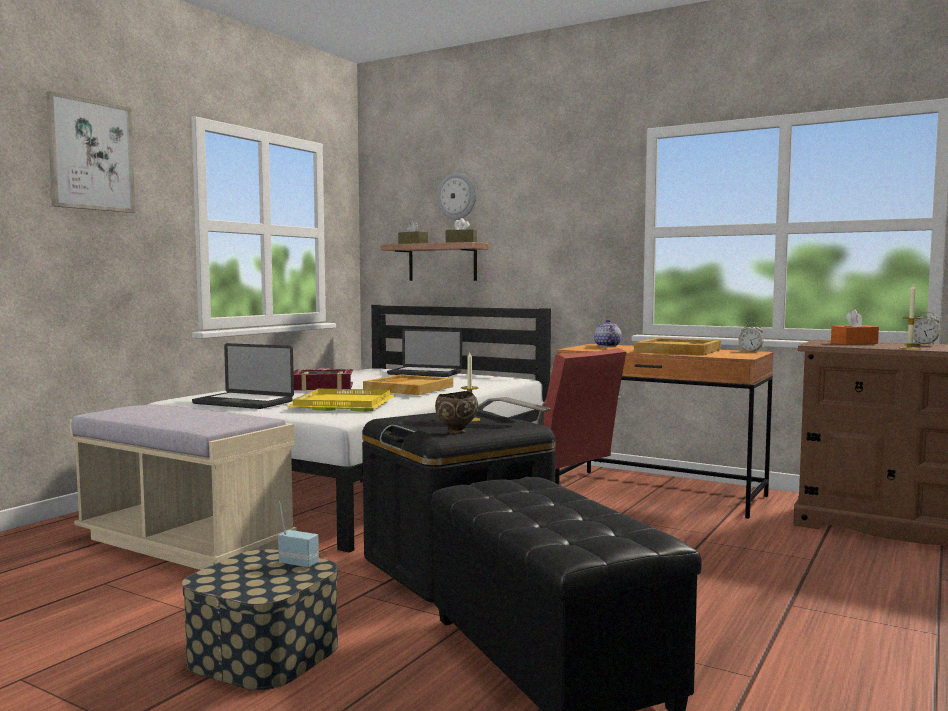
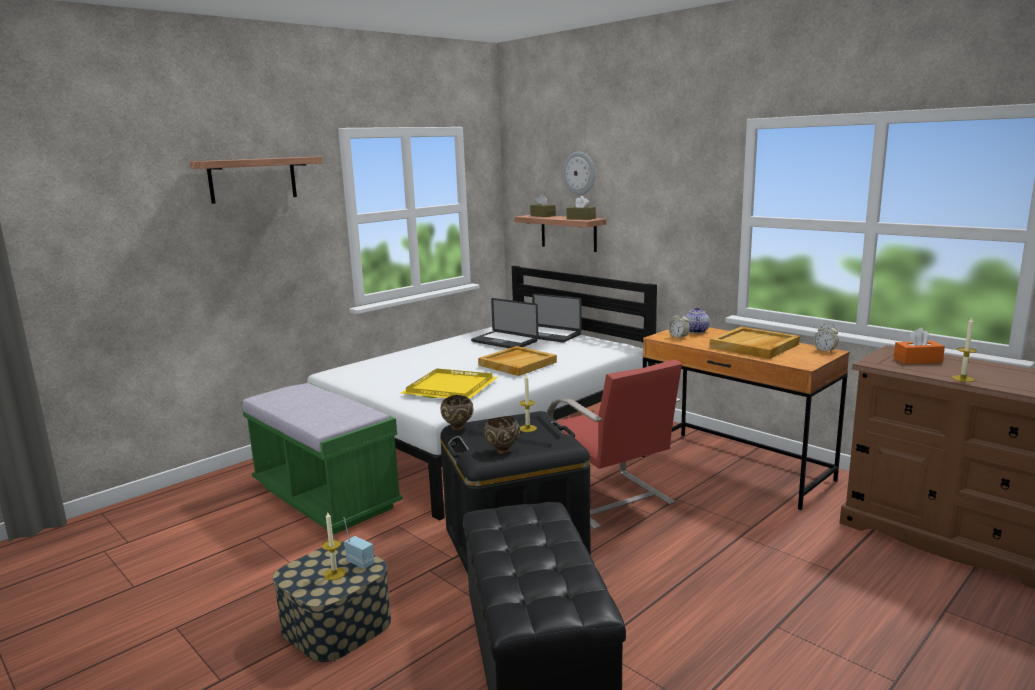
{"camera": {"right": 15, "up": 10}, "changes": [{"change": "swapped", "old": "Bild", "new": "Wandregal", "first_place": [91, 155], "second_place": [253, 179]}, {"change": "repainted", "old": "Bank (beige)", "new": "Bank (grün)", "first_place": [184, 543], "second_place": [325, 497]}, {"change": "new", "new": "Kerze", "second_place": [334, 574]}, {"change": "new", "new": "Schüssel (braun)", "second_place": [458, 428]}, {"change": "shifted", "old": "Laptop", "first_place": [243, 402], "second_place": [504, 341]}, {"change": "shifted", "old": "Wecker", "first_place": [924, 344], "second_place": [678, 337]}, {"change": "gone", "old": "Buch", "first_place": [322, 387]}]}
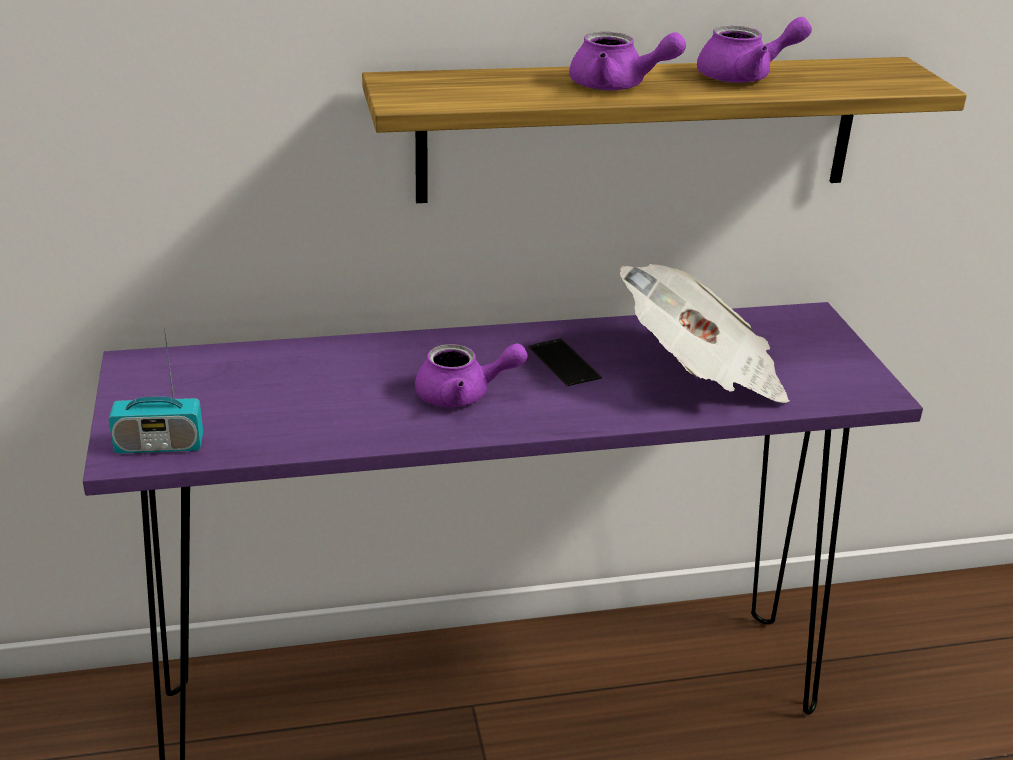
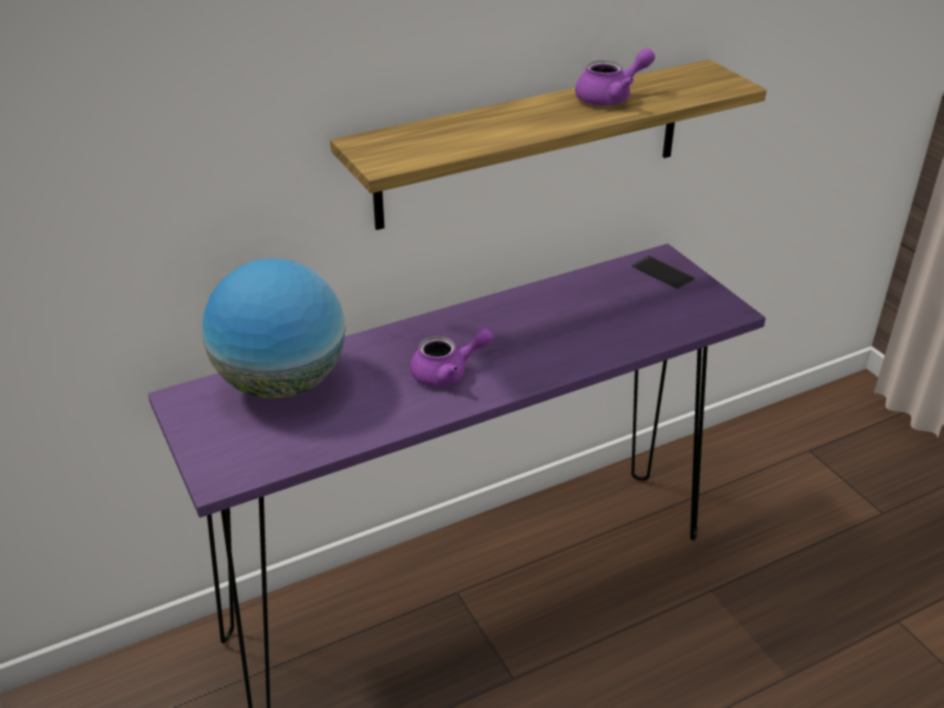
{"camera": {"right": -15, "up": 5}, "changes": [{"change": "new", "new": "Globus", "second_place": [281, 383]}, {"change": "shifted", "old": "Handy", "first_place": [564, 363], "second_place": [663, 272]}, {"change": "gone", "old": "Radio", "first_place": [159, 445]}, {"change": "gone", "old": "Teekanne (lila)", "first_place": [617, 86]}, {"change": "gone", "old": "Zeitung", "first_place": [702, 374]}]}
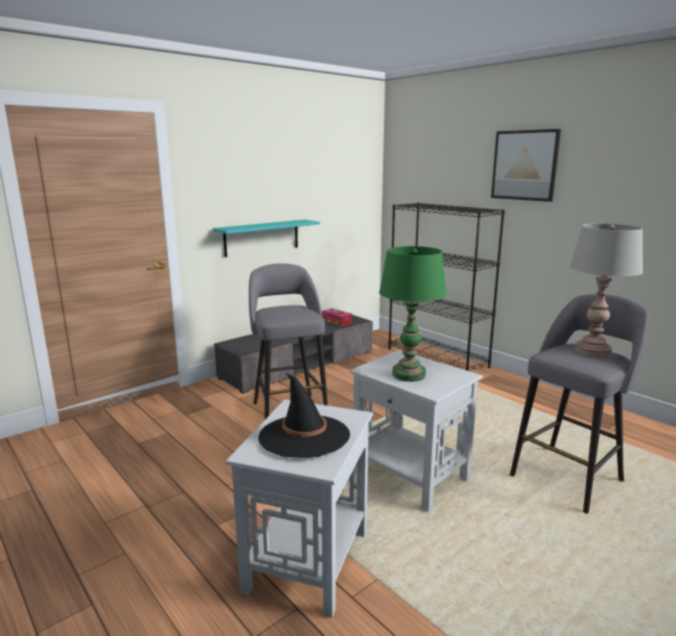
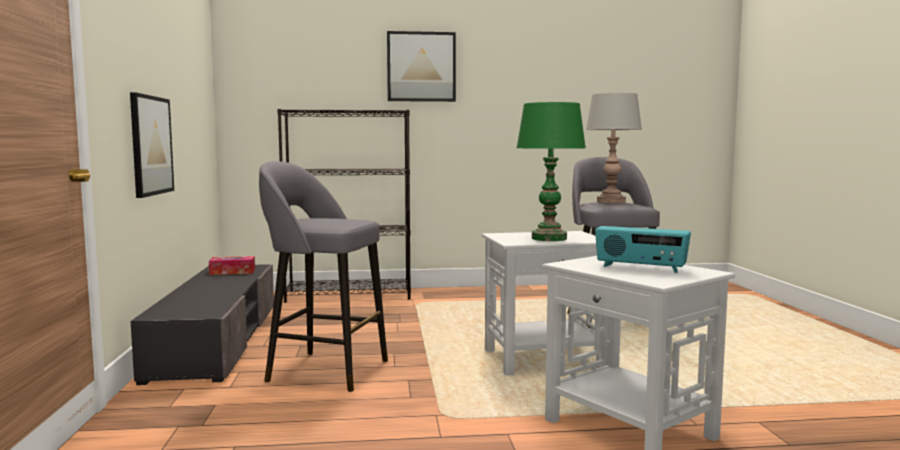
{"camera": {"right": -55, "up": -10}, "changes": [{"change": "swapped", "old": "Wandregal (türkis)", "new": "Bild", "first_place": [262, 237], "second_place": [151, 145]}, {"change": "swapped", "old": "Hut (schwarz)", "new": "Radio", "first_place": [304, 436], "second_place": [640, 268]}]}
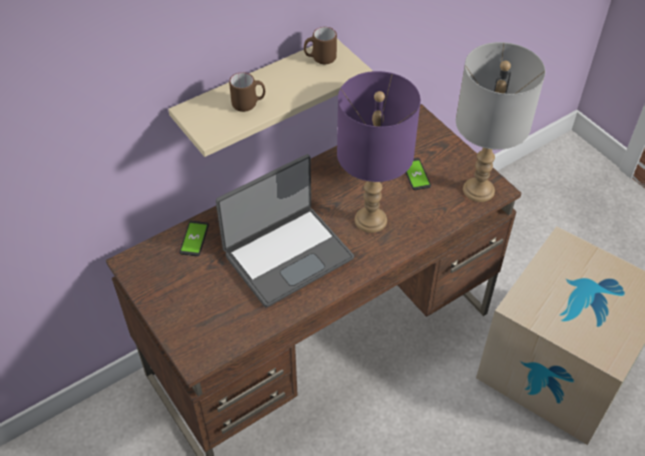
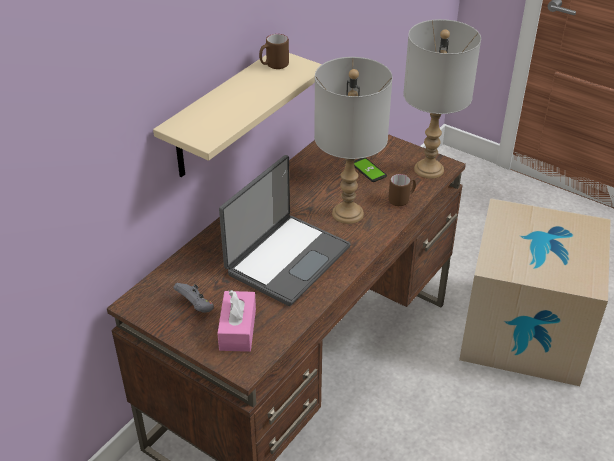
{"camera": {"right": -20, "up": -10}, "changes": [{"change": "new", "new": "Gamepad (grau)", "second_place": [196, 306]}, {"change": "new", "new": "Taschentuchbox (rosa)", "second_place": [238, 329]}, {"change": "repainted", "old": "Tischlampe (lila)", "new": "Tischlampe (grau)", "first_place": [371, 219], "second_place": [348, 213]}, {"change": "shifted", "old": "Henkelbecher (braun)", "first_place": [249, 104], "second_place": [402, 199]}, {"change": "gone", "old": "Handy", "first_place": [194, 239]}]}
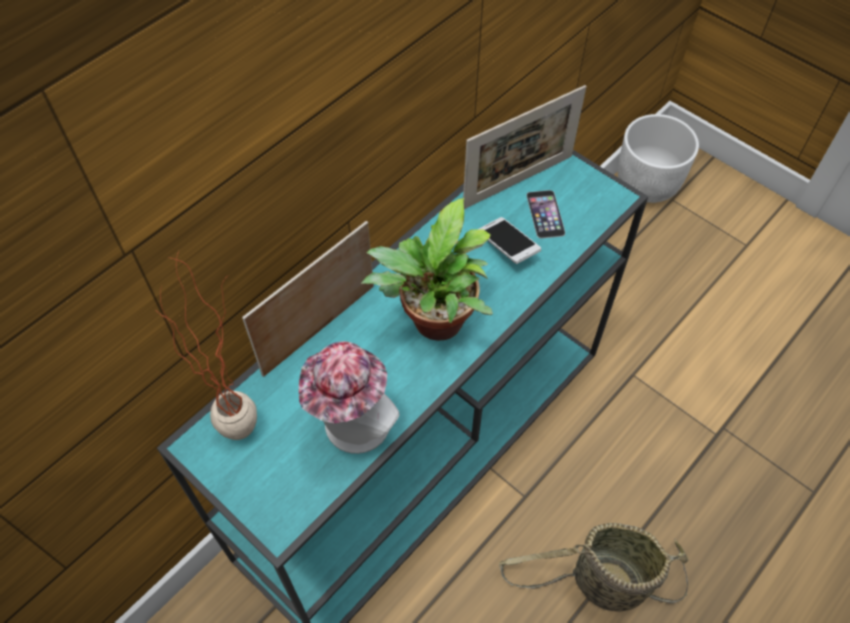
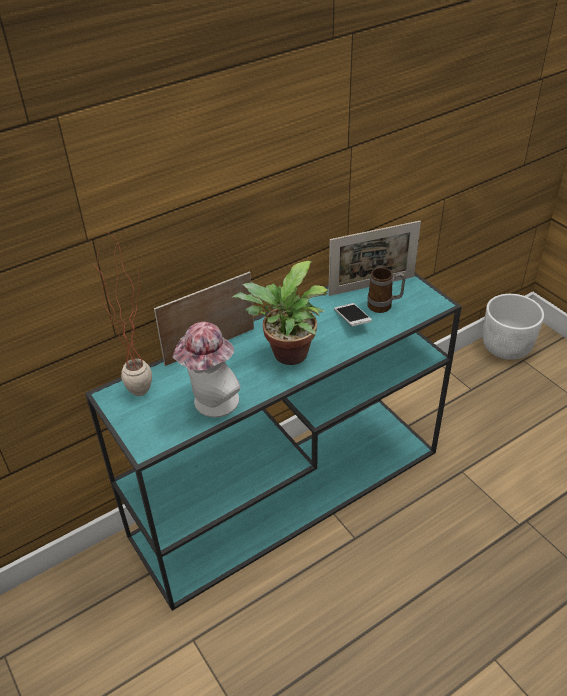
{"camera": {"right": 15, "up": -15}, "changes": [{"change": "swapped", "old": "Handy", "new": "Henkelbecher", "first_place": [545, 214], "second_place": [384, 306]}, {"change": "gone", "old": "Korb", "first_place": [602, 583]}]}
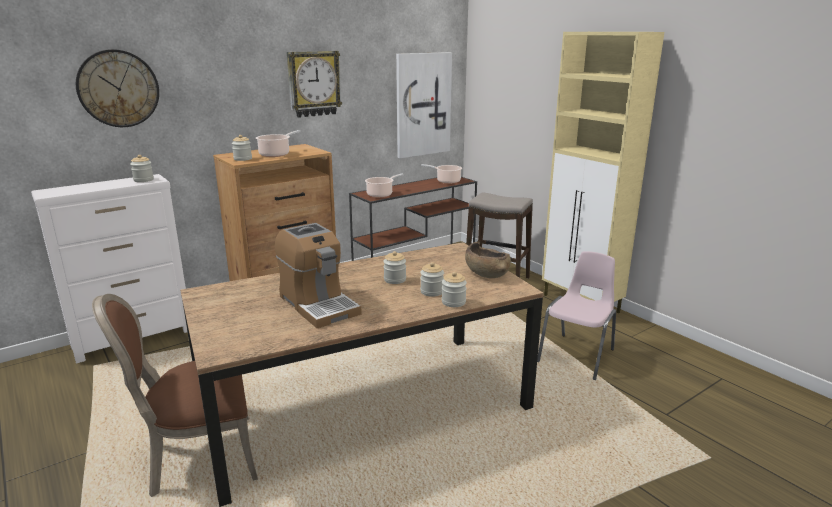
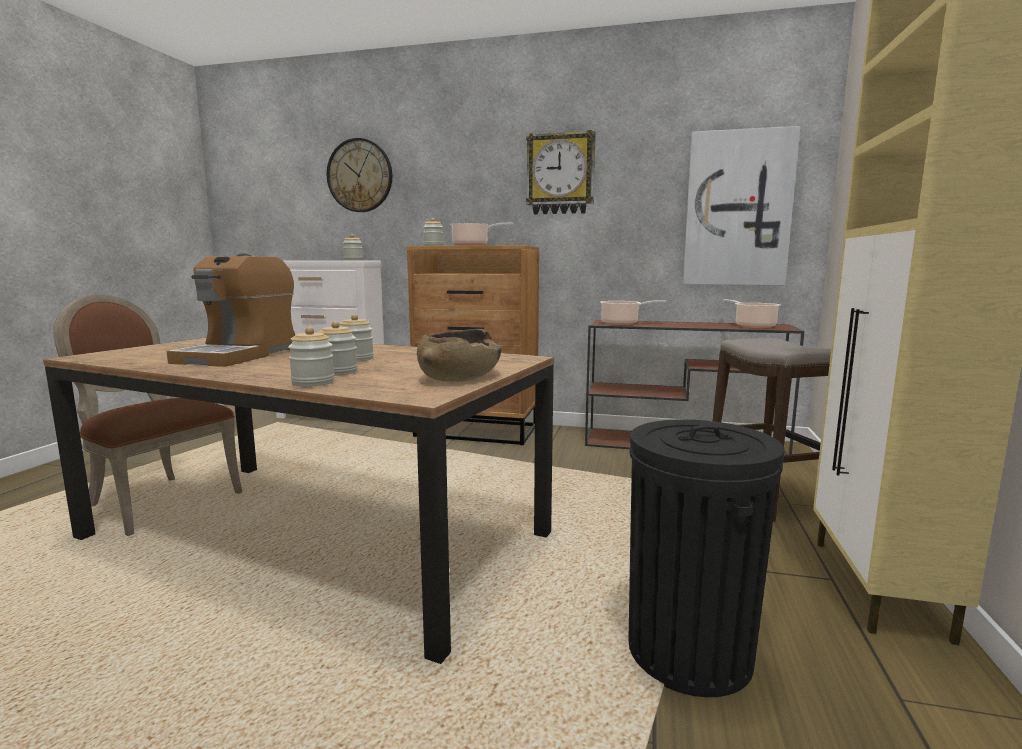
{"camera": {"right": 50, "up": -10}, "changes": [{"change": "swapped", "old": "Stuhl (rosa)", "new": "Mülleimer (schwarz)", "first_place": [577, 355], "second_place": [689, 652]}]}
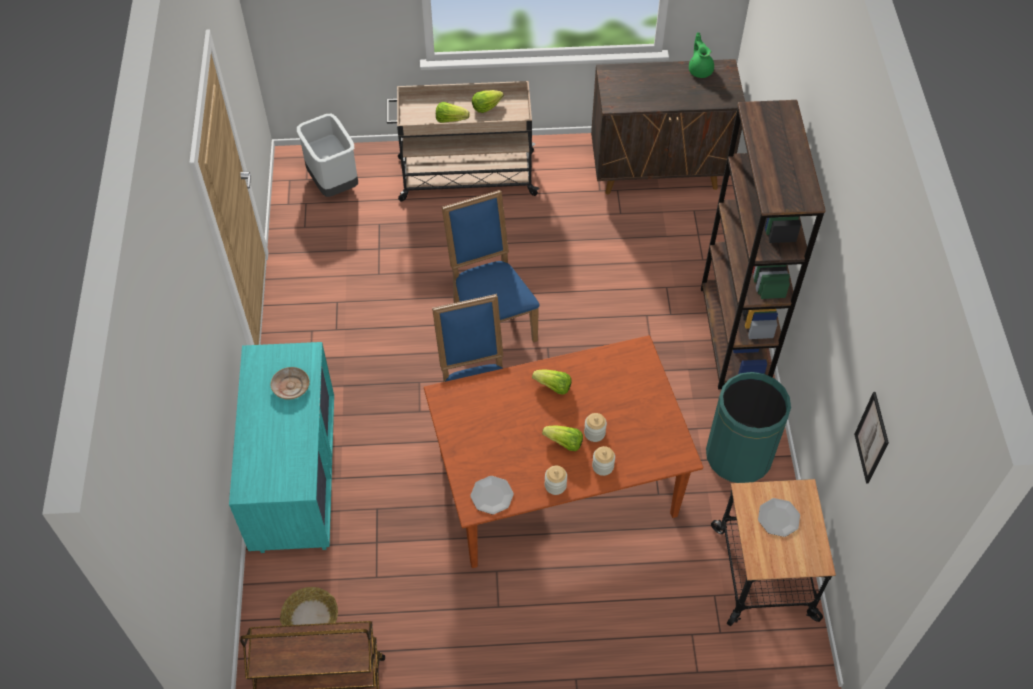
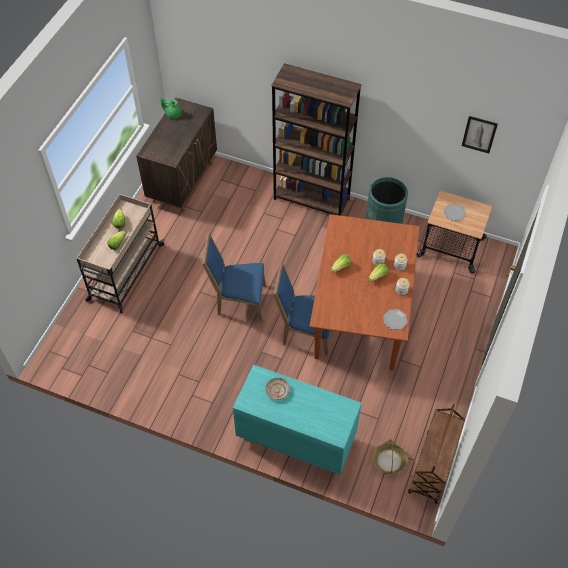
{"camera": {"right": -65, "up": 0}, "changes": [{"change": "gone", "old": "Mülleimer (grau)", "first_place": [332, 183]}]}
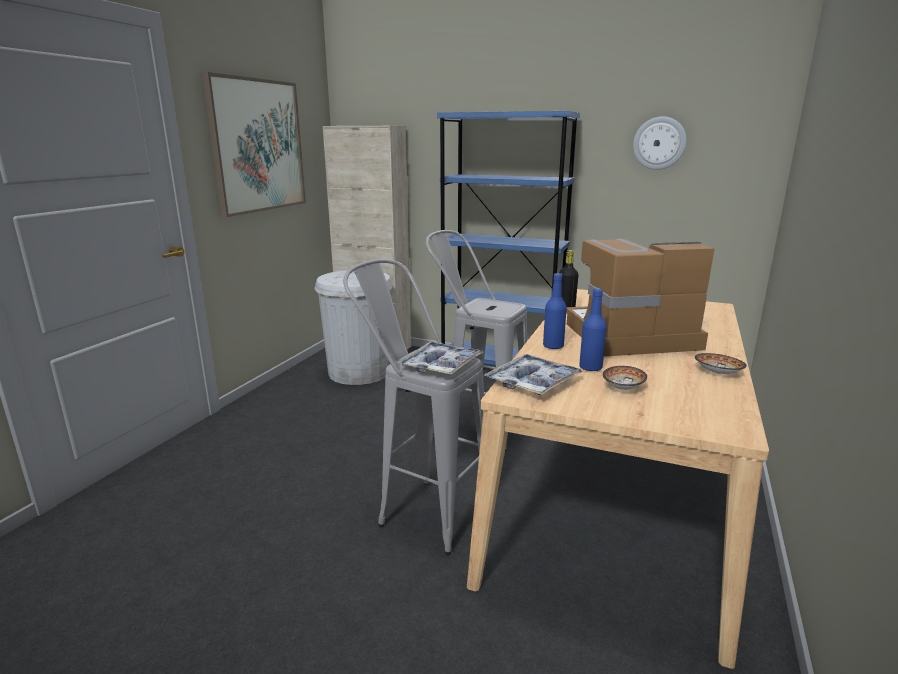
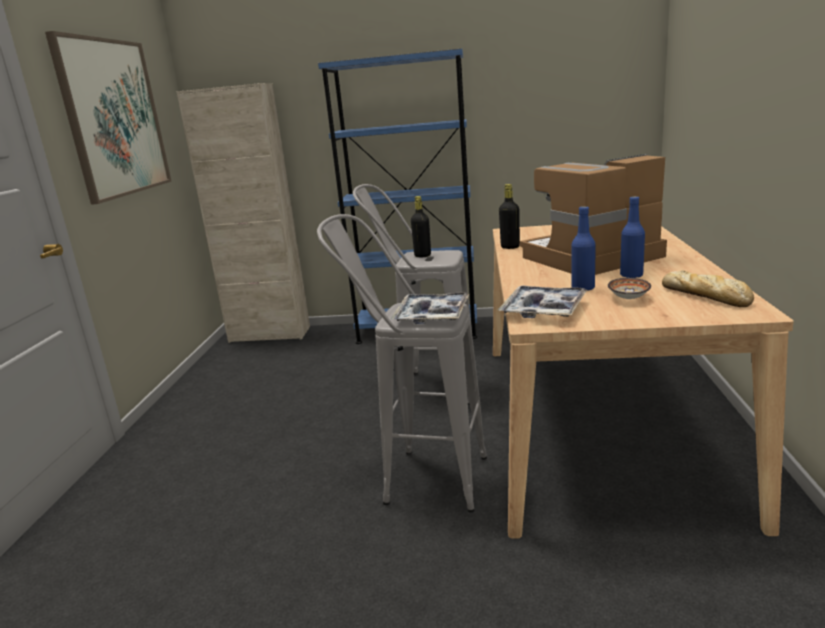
{"camera": {"right": -15, "up": 0}, "changes": [{"change": "new", "new": "Flasche (schwarz)", "second_place": [422, 255]}, {"change": "shifted", "old": "Flasche (blau)", "first_place": [553, 346], "second_place": [631, 275]}, {"change": "new", "new": "Brot", "second_place": [706, 296]}, {"change": "gone", "old": "Mülleimer (weiß)", "first_place": [359, 372]}, {"change": "gone", "old": "Wanduhr", "first_place": [659, 143]}, {"change": "gone", "old": "Schüssel", "first_place": [718, 373]}]}
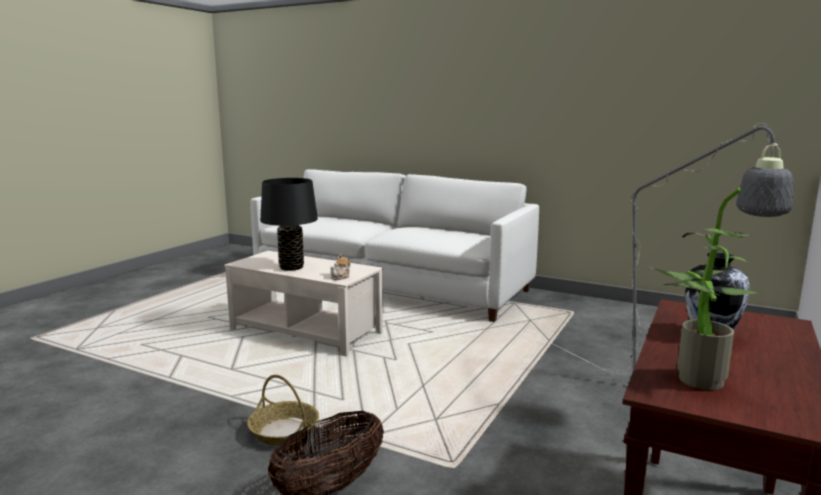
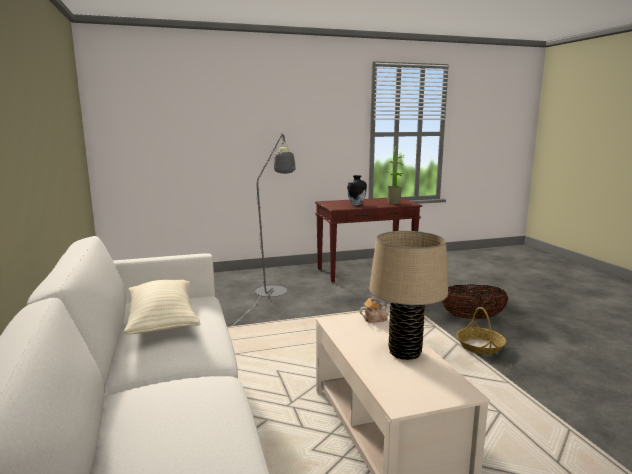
{"camera": {"right": -135, "up": 0}, "changes": [{"change": "new", "new": "Kissen (beige)", "second_place": [162, 321]}, {"change": "repainted", "old": "Tischlampe (schwarz)", "new": "Tischlampe (beige)", "first_place": [291, 267], "second_place": [404, 353]}]}
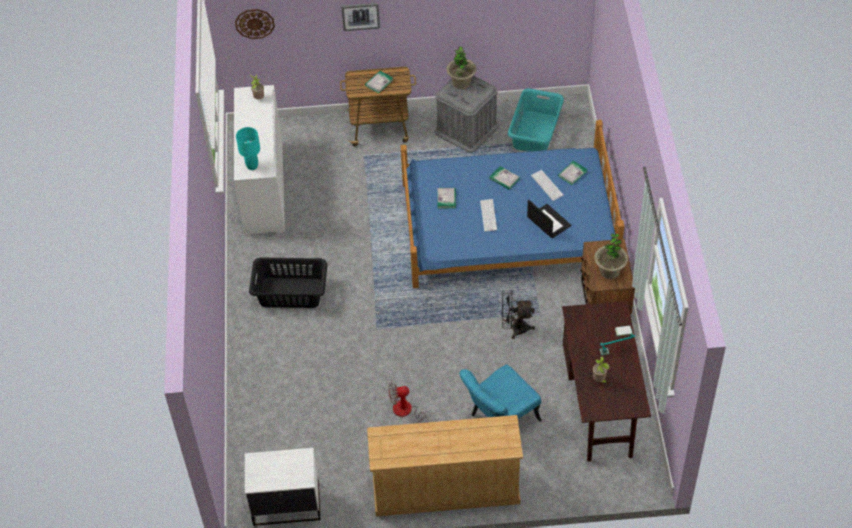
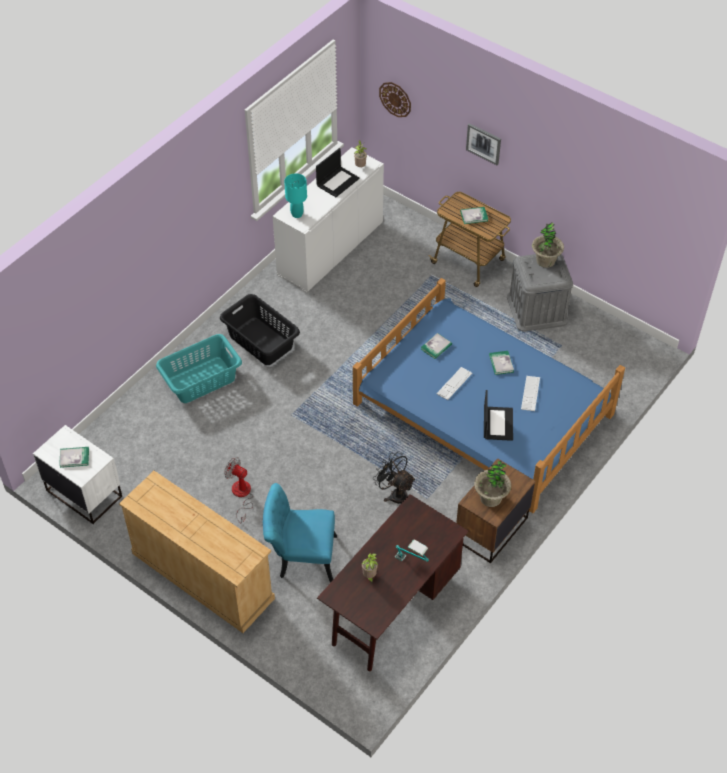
{"camera": {"right": 40, "up": 0}, "changes": [{"change": "shifted", "old": "Buch", "first_place": [572, 173], "second_place": [74, 458]}, {"change": "shifted", "old": "Wäschekorb (türkis)", "first_place": [535, 132], "second_place": [202, 380]}, {"change": "new", "new": "Laptop", "second_place": [337, 181]}]}
